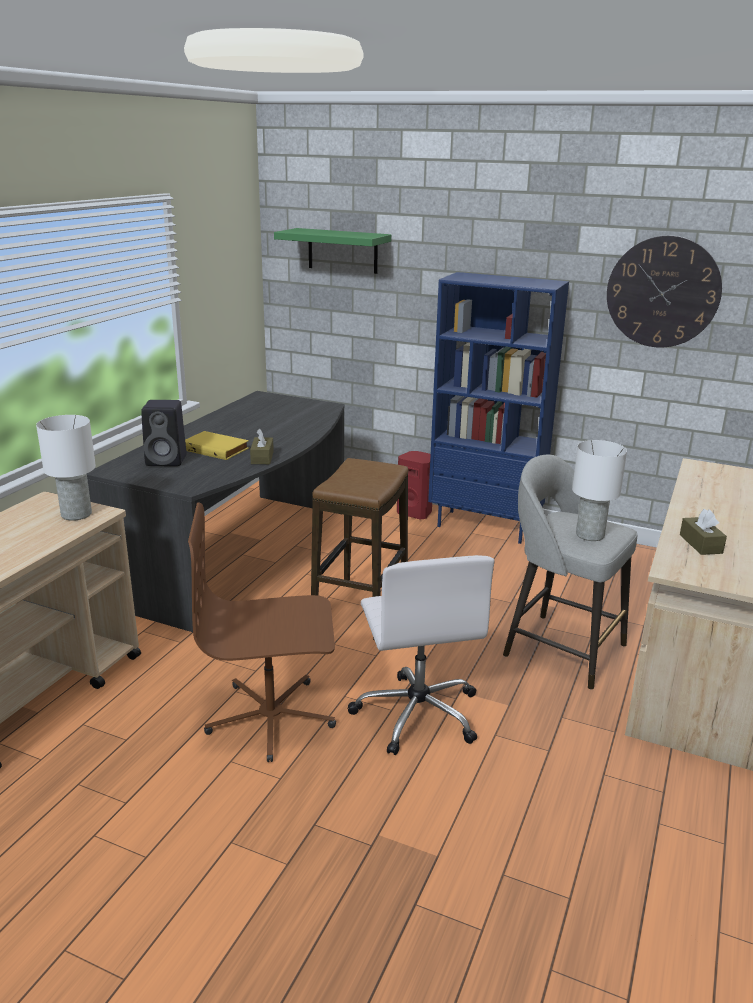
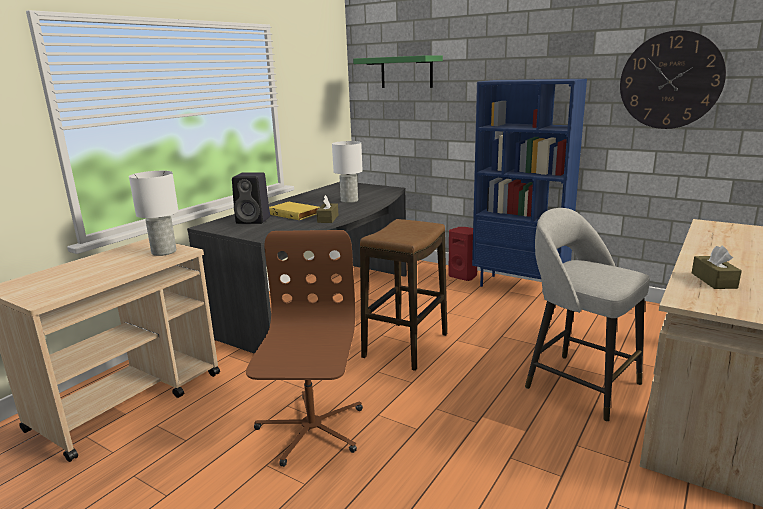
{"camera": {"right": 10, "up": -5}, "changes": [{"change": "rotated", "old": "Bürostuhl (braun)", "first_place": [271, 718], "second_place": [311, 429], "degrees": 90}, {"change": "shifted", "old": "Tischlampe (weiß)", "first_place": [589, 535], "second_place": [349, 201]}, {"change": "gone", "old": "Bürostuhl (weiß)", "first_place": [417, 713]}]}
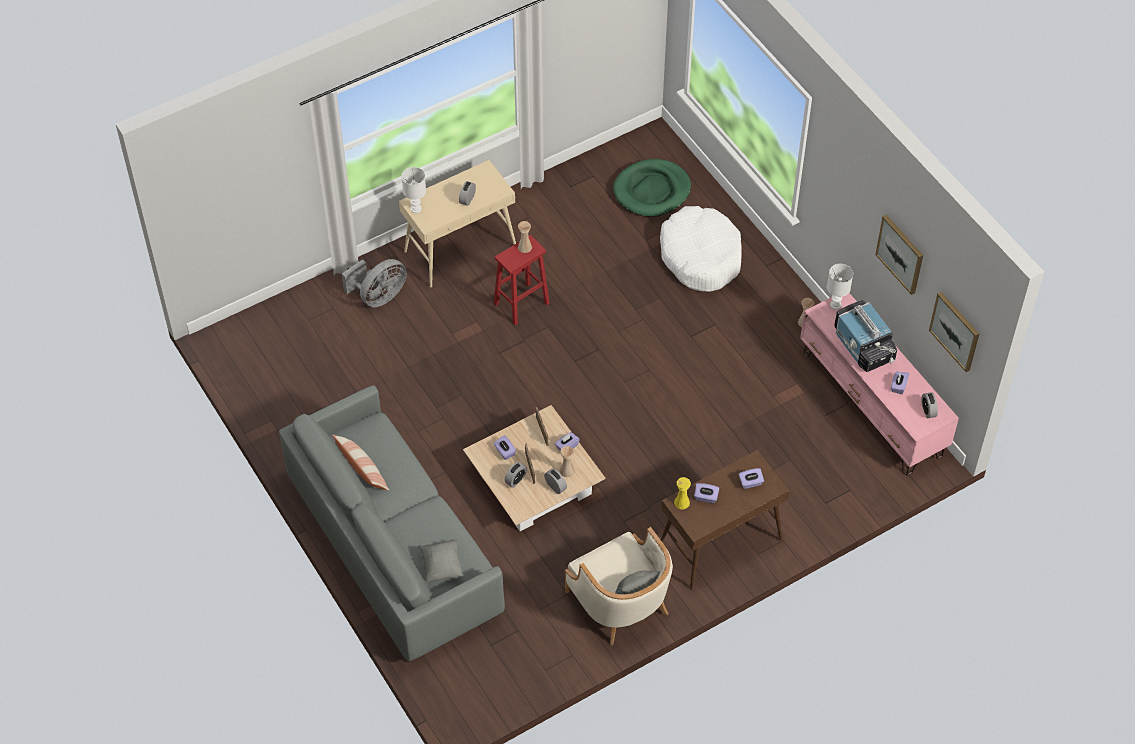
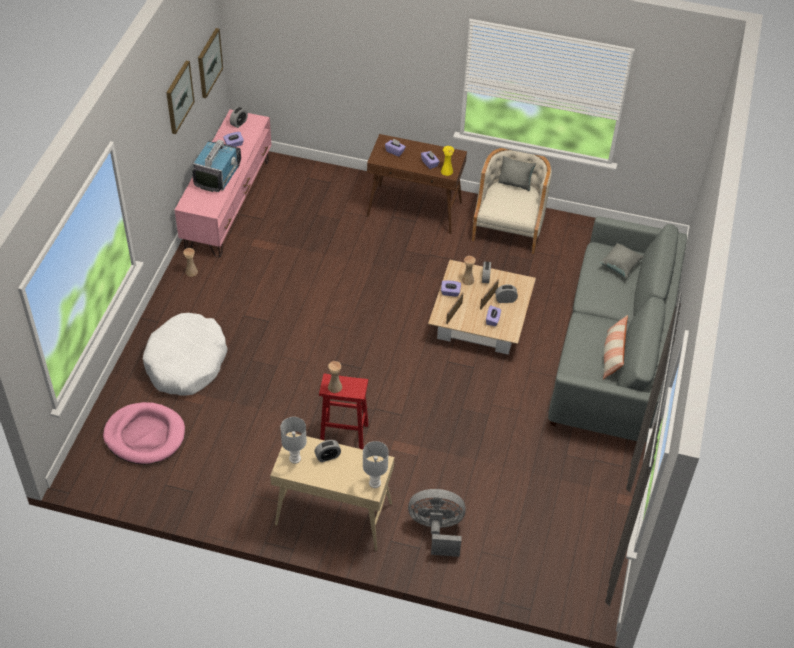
{"camera": {"right": -135, "up": -5}, "changes": [{"change": "repainted", "old": "Hundebett (grün)", "new": "Hundebett (rosa)", "first_place": [652, 190], "second_place": [145, 435]}, {"change": "shifted", "old": "Tischlampe (weiß)", "first_place": [835, 304], "second_place": [294, 459]}]}
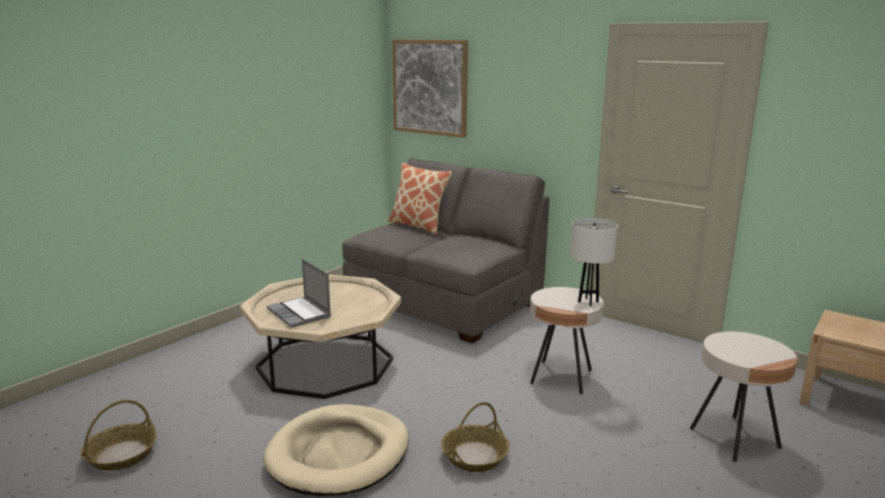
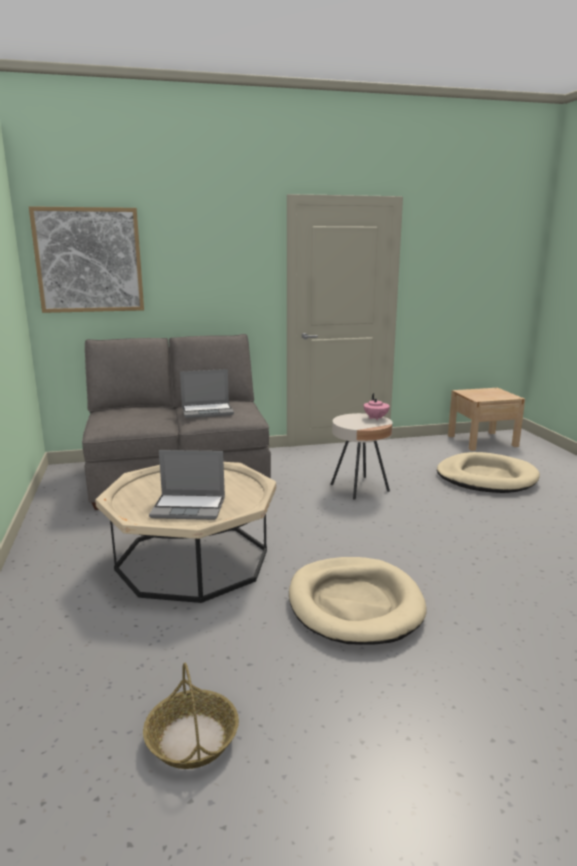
{"camera": {"right": -50, "up": 0}, "changes": [{"change": "new", "new": "Laptop", "second_place": [208, 411]}, {"change": "swapped", "old": "Tischlampe (weiß)", "new": "Teekanne (rosa)", "first_place": [588, 302], "second_place": [375, 418]}, {"change": "swapped", "old": "Beistelltisch (beige)", "new": "Hundebett (beige)", "first_place": [734, 438], "second_place": [486, 477]}, {"change": "gone", "old": "Kissen", "first_place": [418, 226]}, {"change": "gone", "old": "Korb", "first_place": [474, 456]}]}
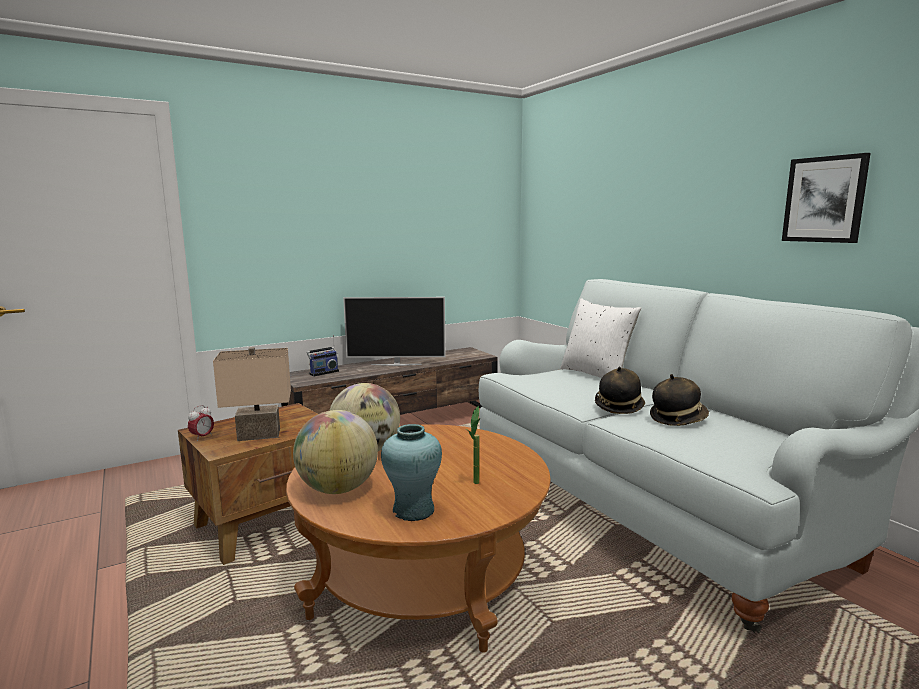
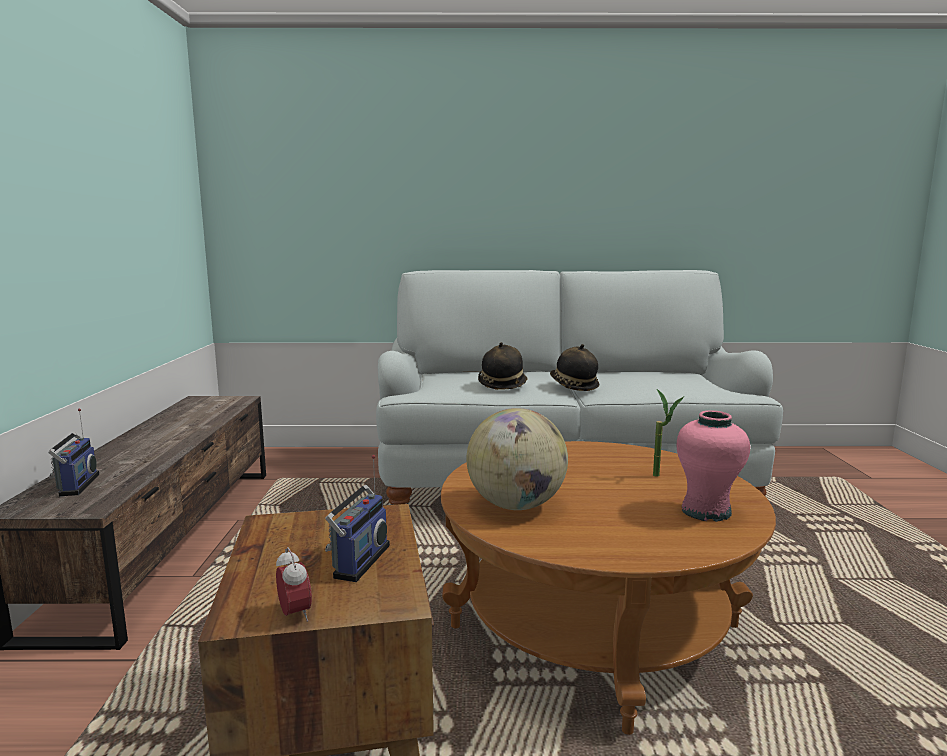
{"camera": {"right": -60, "up": 0}, "changes": [{"change": "swapped", "old": "Tischlampe (beige)", "new": "Radio", "first_place": [260, 434], "second_place": [358, 561]}, {"change": "shifted", "old": "Hut", "first_place": [677, 419], "second_place": [502, 384]}, {"change": "repainted", "old": "Vase (türkis)", "new": "Vase (rosa)", "first_place": [413, 511], "second_place": [706, 511]}, {"change": "gone", "old": "Globus", "first_place": [338, 489]}, {"change": "gone", "old": "Fernseher", "first_place": [396, 364]}, {"change": "gone", "old": "Kissen (weiß)", "first_place": [596, 375]}, {"change": "gone", "old": "Bild", "first_place": [824, 199]}]}
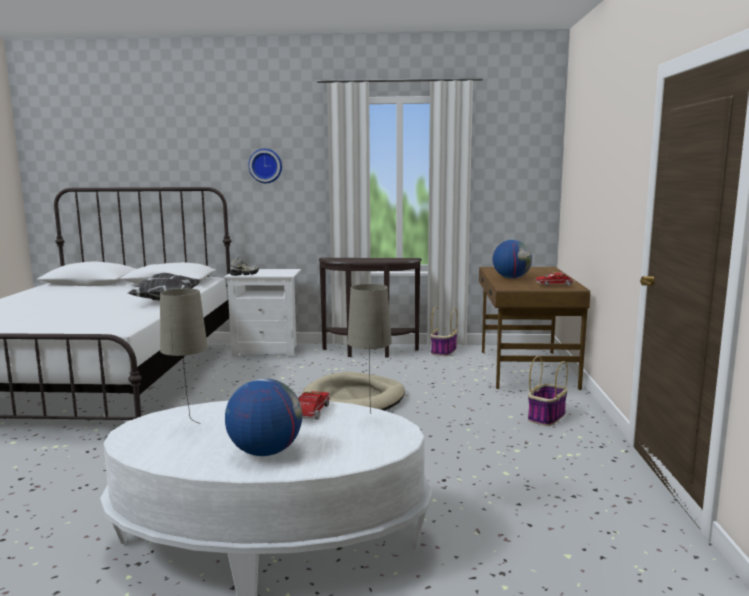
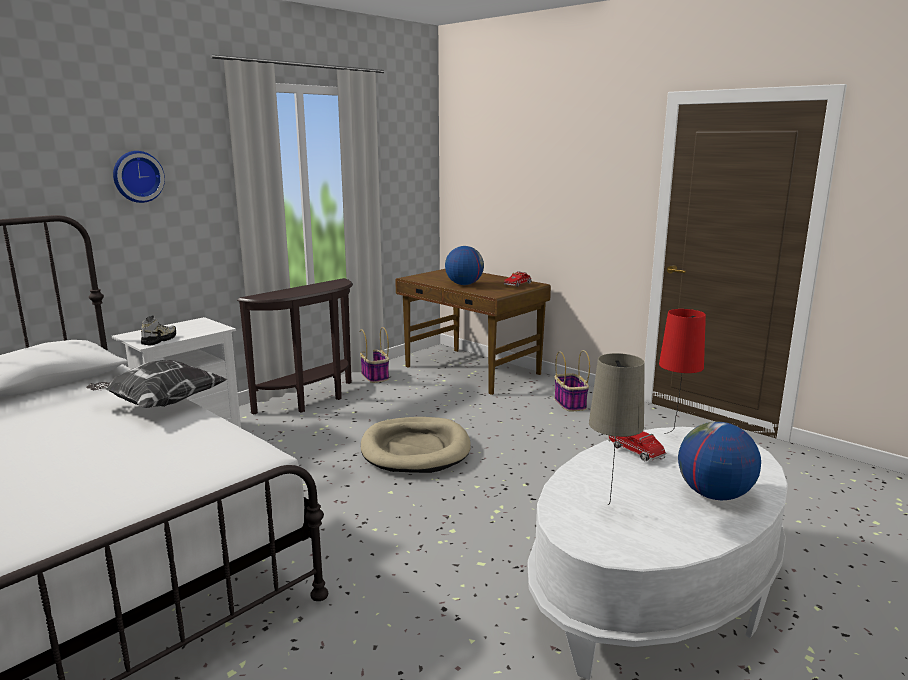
{"camera": {"right": -50, "up": 5}, "changes": [{"change": "repainted", "old": "Tischlampe (beige)", "new": "Tischlampe (rot)", "first_place": [370, 418], "second_place": [674, 437]}]}
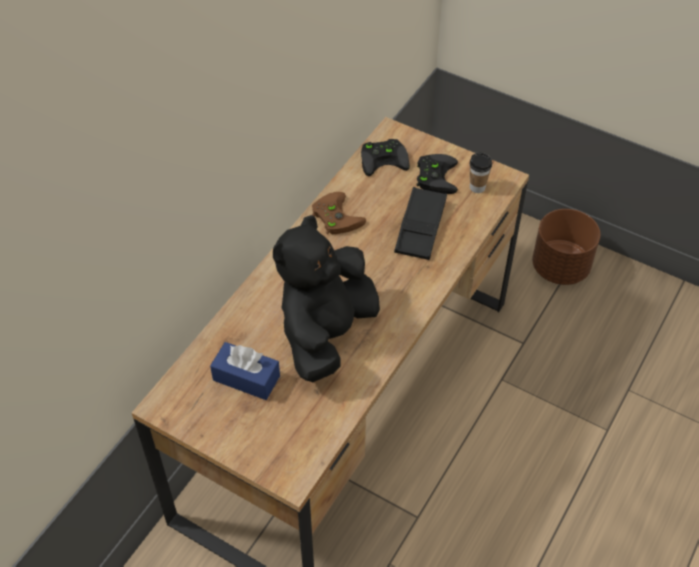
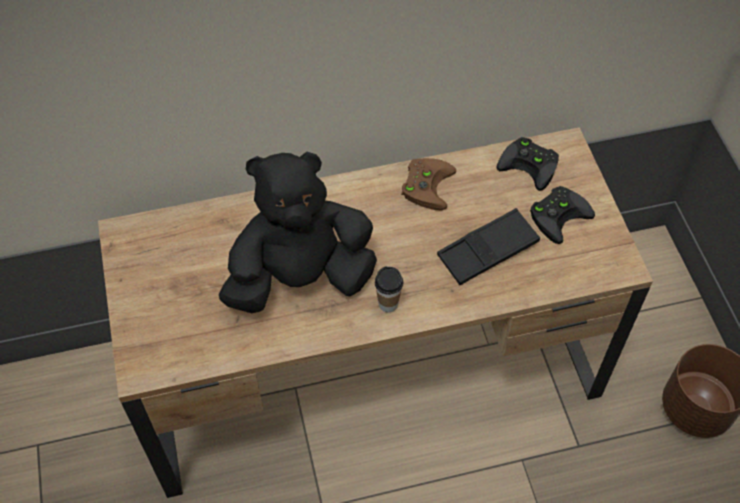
{"camera": {"right": 45, "up": 5}, "changes": [{"change": "shifted", "old": "Tasse", "first_place": [477, 187], "second_place": [388, 304]}, {"change": "gone", "old": "Taschentuchbox (blau)", "first_place": [246, 378]}]}
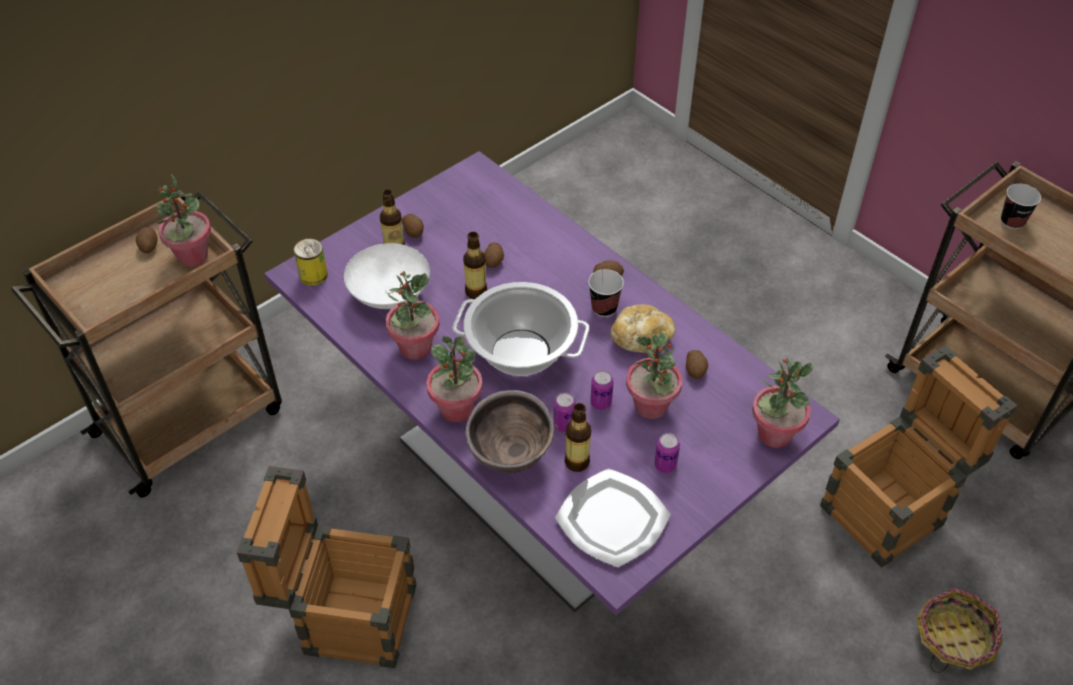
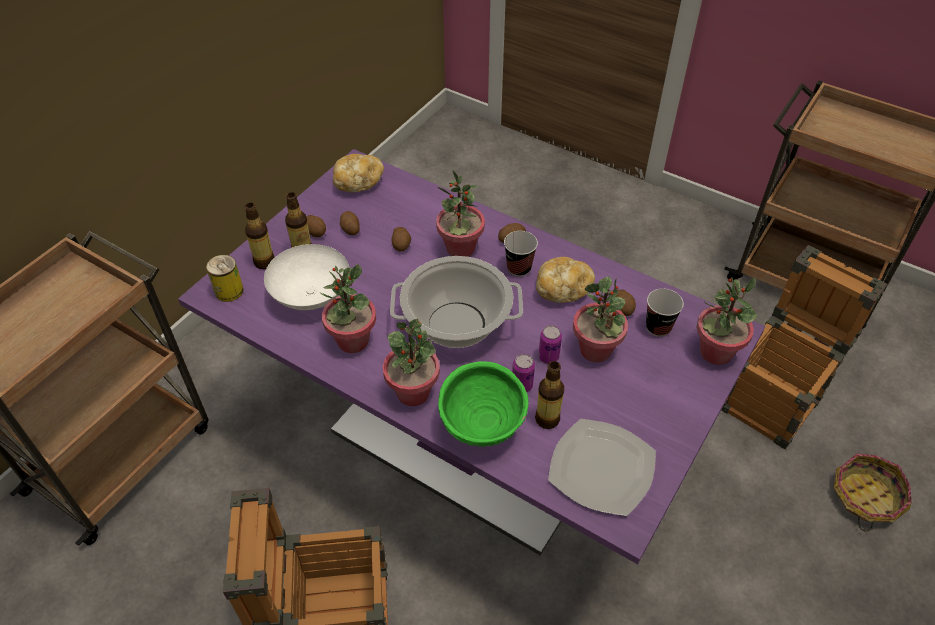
{"camera": {"right": -15, "up": 0}, "changes": [{"change": "shifted", "old": "Flasche", "first_place": [476, 292], "second_place": [264, 262]}, {"change": "new", "new": "Brot", "second_place": [358, 182]}, {"change": "shifted", "old": "Kartoffel", "first_place": [148, 246], "second_place": [350, 229]}, {"change": "shifted", "old": "Topfpflanze", "first_place": [192, 256], "second_place": [460, 249]}, {"change": "repainted", "old": "Schüssel (braun)", "new": "Schüssel (grün)", "first_place": [510, 456], "second_place": [481, 428]}, {"change": "shifted", "old": "Tasse", "first_place": [1012, 221], "second_place": [658, 327]}, {"change": "gone", "old": "Dose", "first_place": [665, 465]}]}
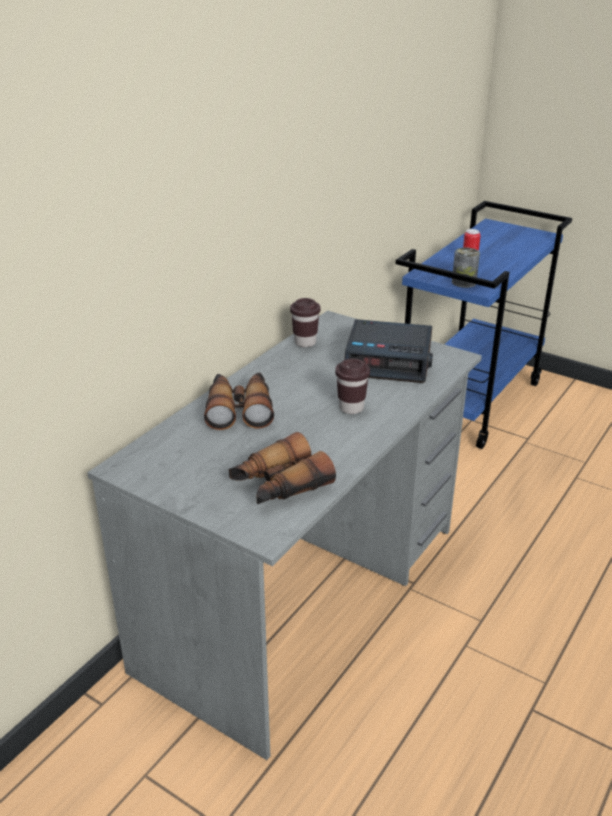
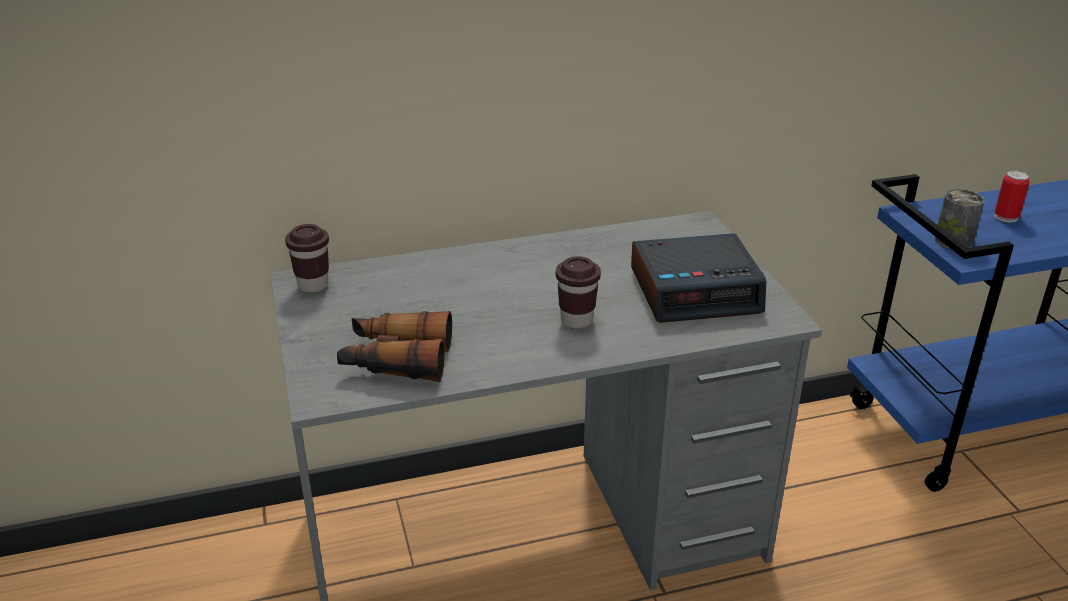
{"camera": {"right": 40, "up": 0}, "changes": [{"change": "shifted", "old": "Tasse (braun)", "first_place": [305, 342], "second_place": [313, 285]}, {"change": "rotated", "old": "Wecker", "first_place": [389, 360], "second_place": [696, 290], "degrees": -60}, {"change": "gone", "old": "Fernglas", "first_place": [239, 409]}]}
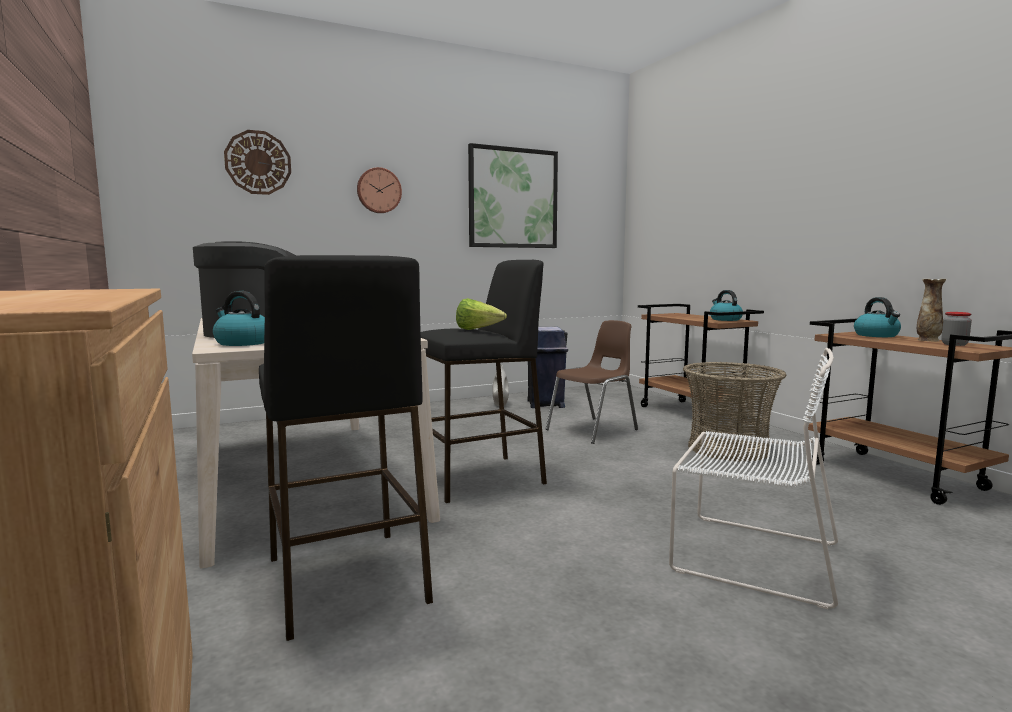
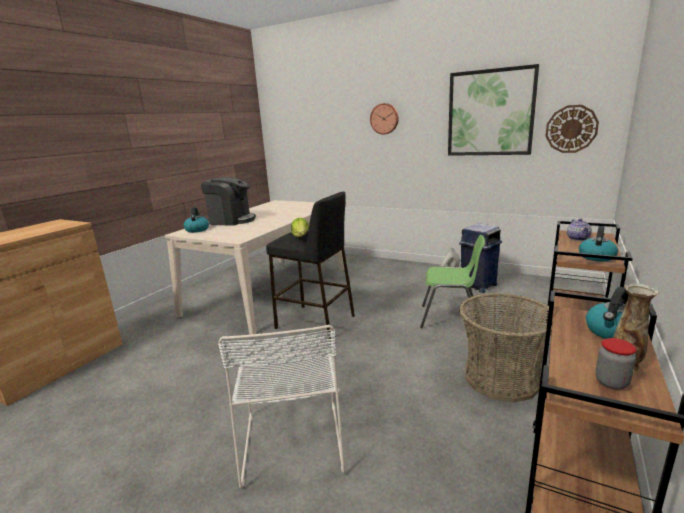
{"camera": {"right": 55, "up": 10}, "changes": [{"change": "repainted", "old": "Stuhl (braun)", "new": "Stuhl (grün)", "first_place": [594, 430], "second_place": [451, 318]}, {"change": "shifted", "old": "Wanduhr", "first_place": [258, 162], "second_place": [571, 129]}, {"change": "new", "new": "Teekanne", "second_place": [578, 238]}, {"change": "gone", "old": "Hocker (schwarz)", "first_place": [346, 580]}]}
